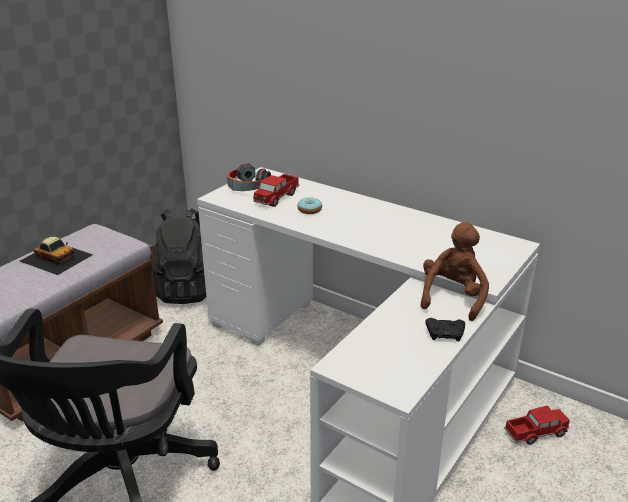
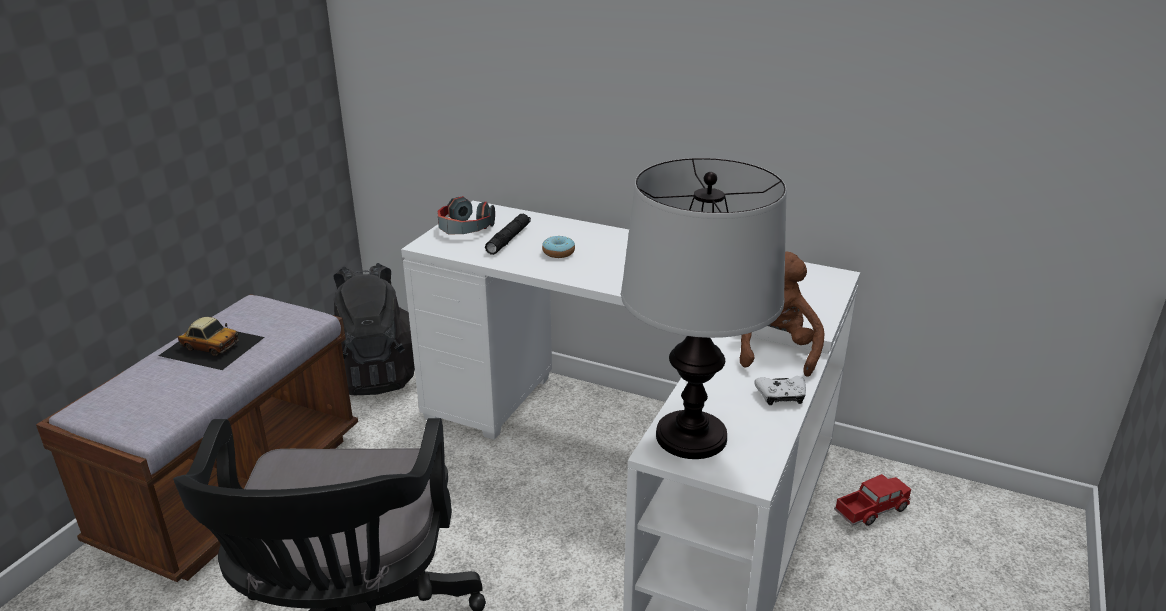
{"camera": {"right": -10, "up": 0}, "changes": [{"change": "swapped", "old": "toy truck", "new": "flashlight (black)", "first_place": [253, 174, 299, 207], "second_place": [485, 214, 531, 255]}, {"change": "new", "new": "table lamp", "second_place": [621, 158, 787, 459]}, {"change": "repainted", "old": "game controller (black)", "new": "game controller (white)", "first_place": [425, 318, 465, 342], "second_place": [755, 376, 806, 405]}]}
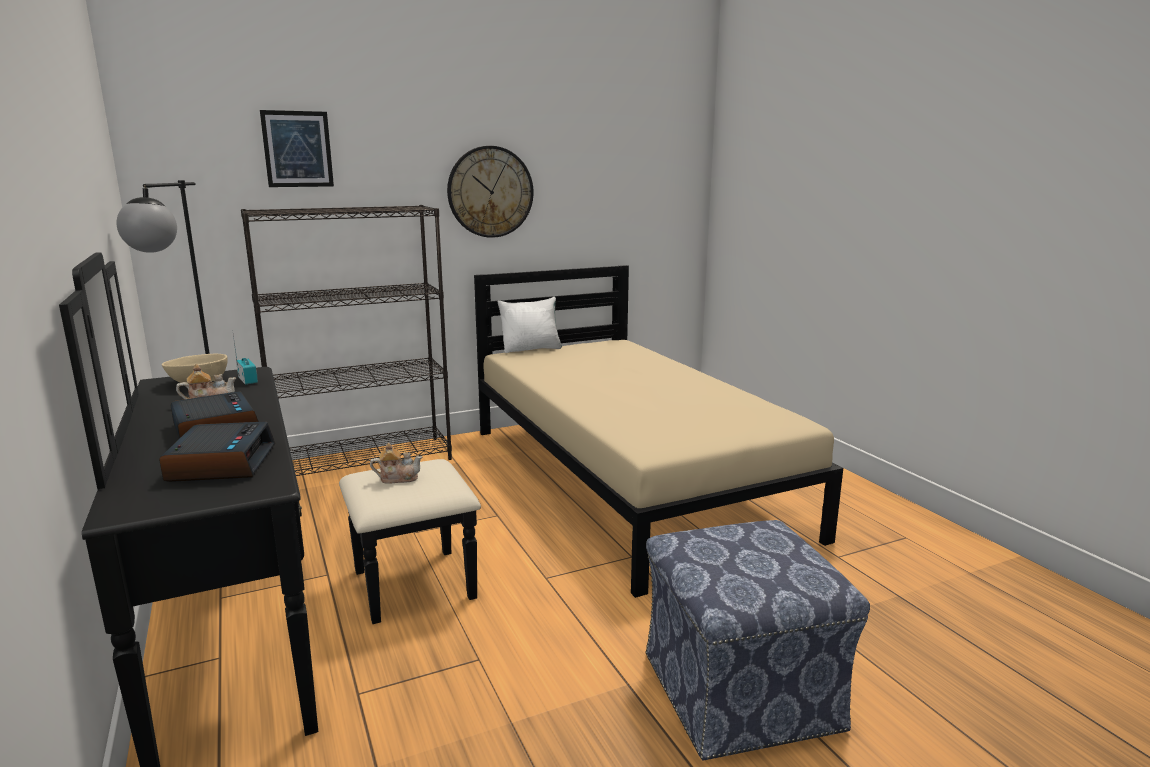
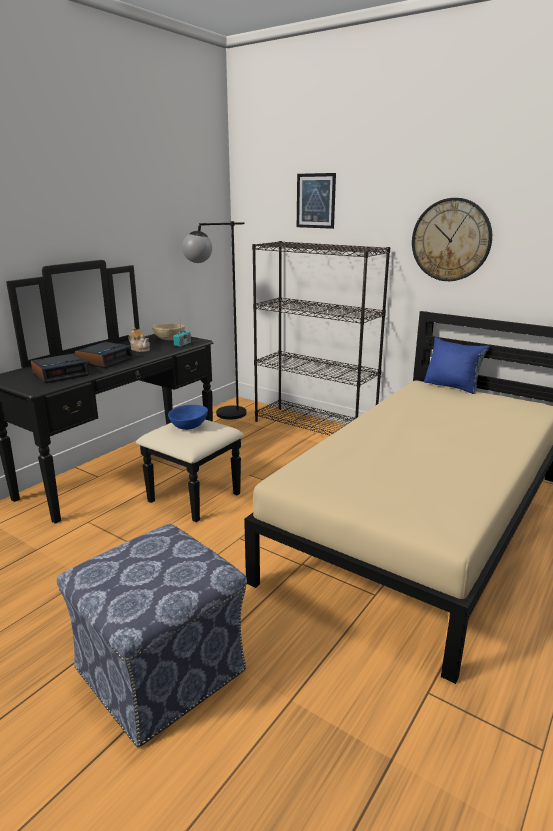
{"camera": {"right": 60, "up": 5}, "changes": [{"change": "swapped", "old": "teapot", "new": "bowl (blue)", "first_place": [370, 443, 422, 484], "second_place": [168, 405, 208, 430]}, {"change": "repainted", "old": "pillow (white)", "new": "pillow (blue)", "first_place": [498, 297, 562, 353], "second_place": [424, 337, 490, 394]}]}
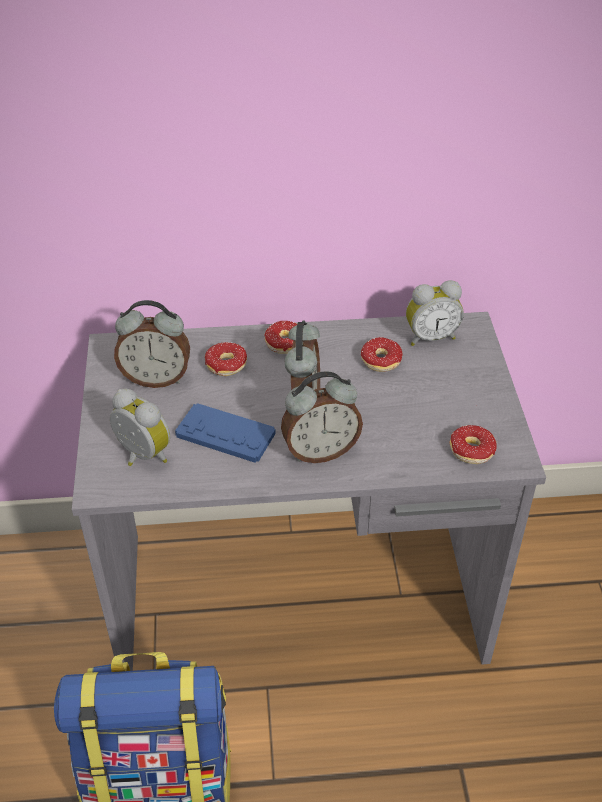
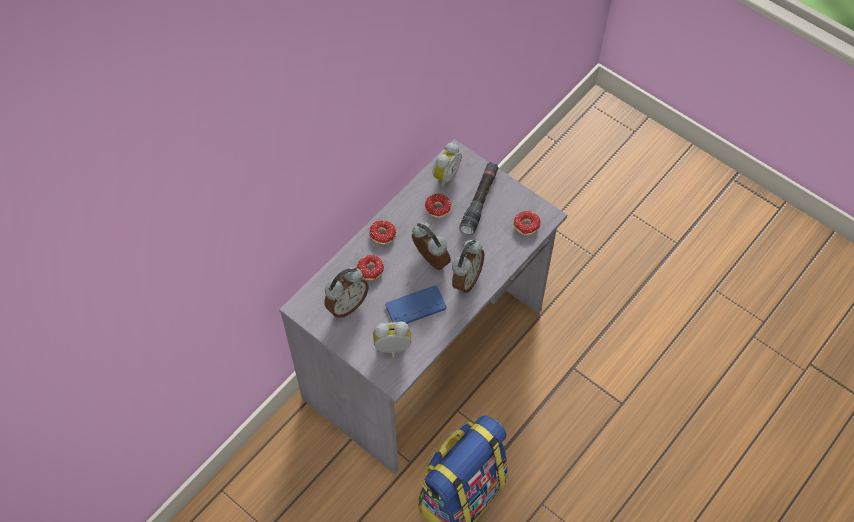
{"camera": {"right": -45, "up": 15}, "changes": [{"change": "new", "new": "flashlight (black)", "second_place": [459, 162, 498, 235]}]}
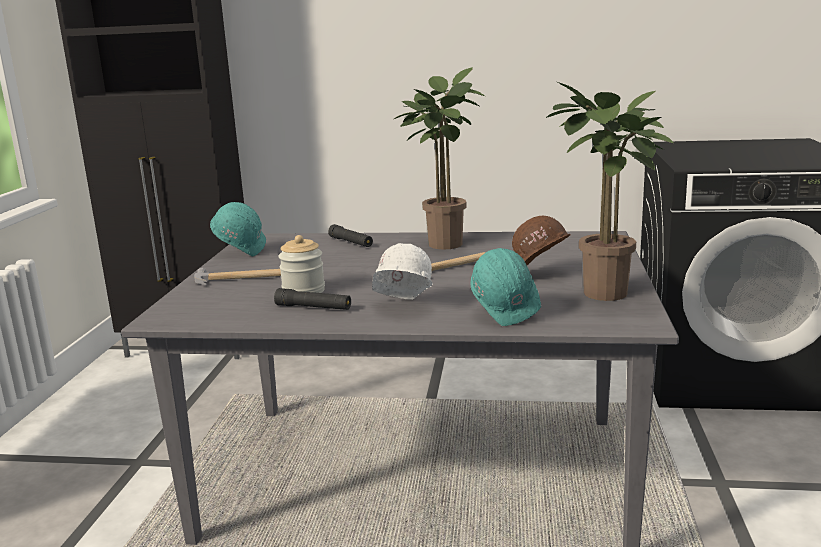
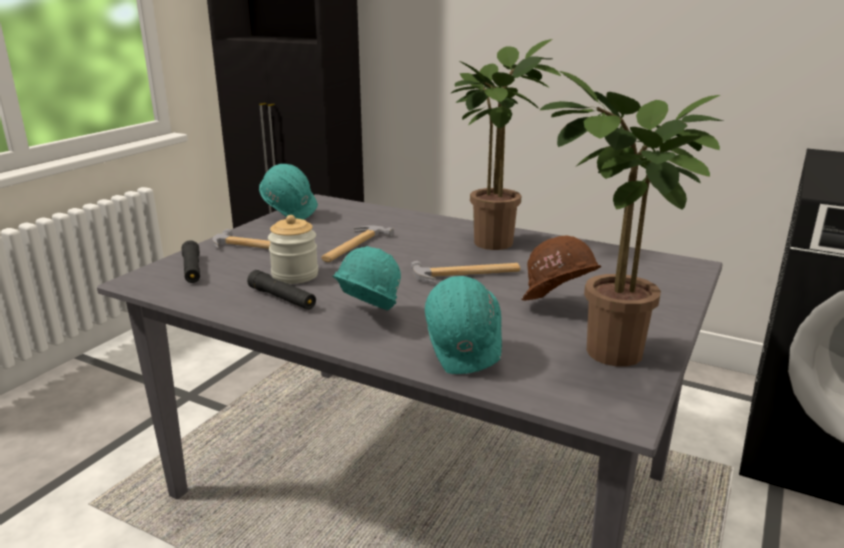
{"camera": {"right": 20, "up": 5}, "changes": [{"change": "shifted", "old": "flashlight (black)", "first_place": [328, 224, 373, 247], "second_place": [182, 240, 200, 283]}, {"change": "new", "new": "hammer", "second_place": [321, 225, 394, 262]}, {"change": "repainted", "old": "hard hat (white)", "new": "hard hat (turquoise)", "first_place": [372, 243, 433, 300], "second_place": [333, 246, 401, 311]}]}
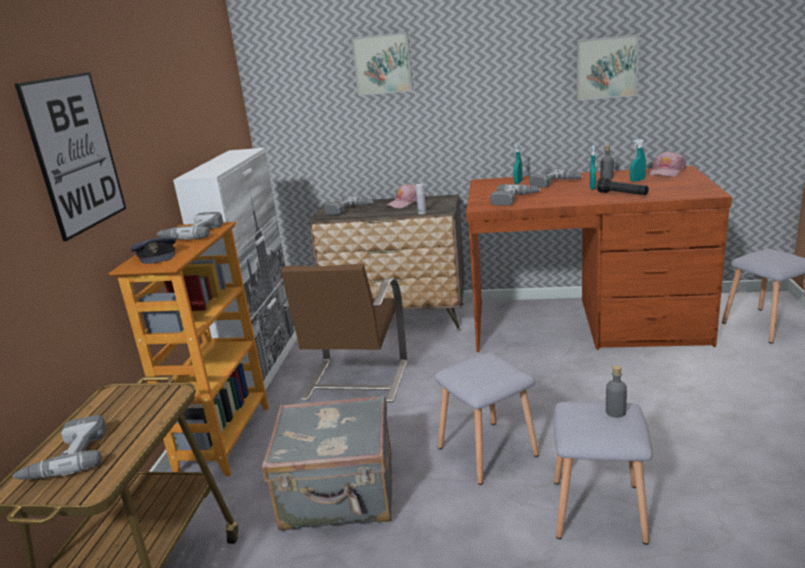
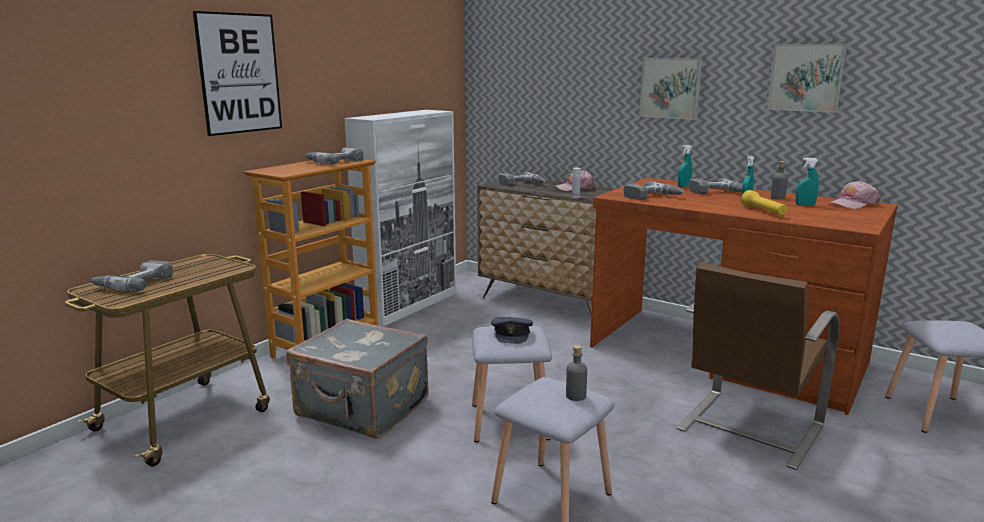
{"camera": {"right": 25, "up": -5}, "changes": [{"change": "shifted", "old": "cap (grey)", "first_place": [131, 237, 176, 264], "second_place": [491, 317, 533, 344]}, {"change": "shifted", "old": "picture", "first_place": [351, 32, 413, 96], "second_place": [639, 58, 702, 120]}, {"change": "shifted", "old": "chair (brown)", "first_place": [281, 264, 407, 402], "second_place": [676, 262, 840, 470]}, {"change": "repainted", "old": "flashlight (black)", "new": "flashlight (yellow)", "first_place": [597, 177, 649, 195], "second_place": [741, 190, 787, 215]}]}
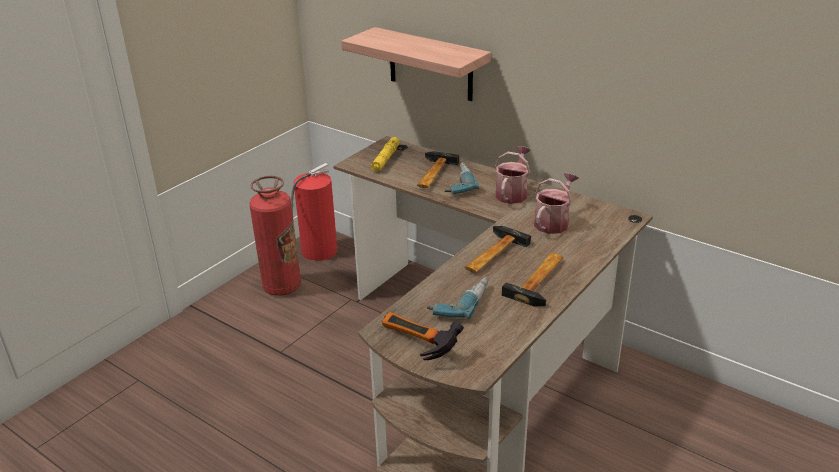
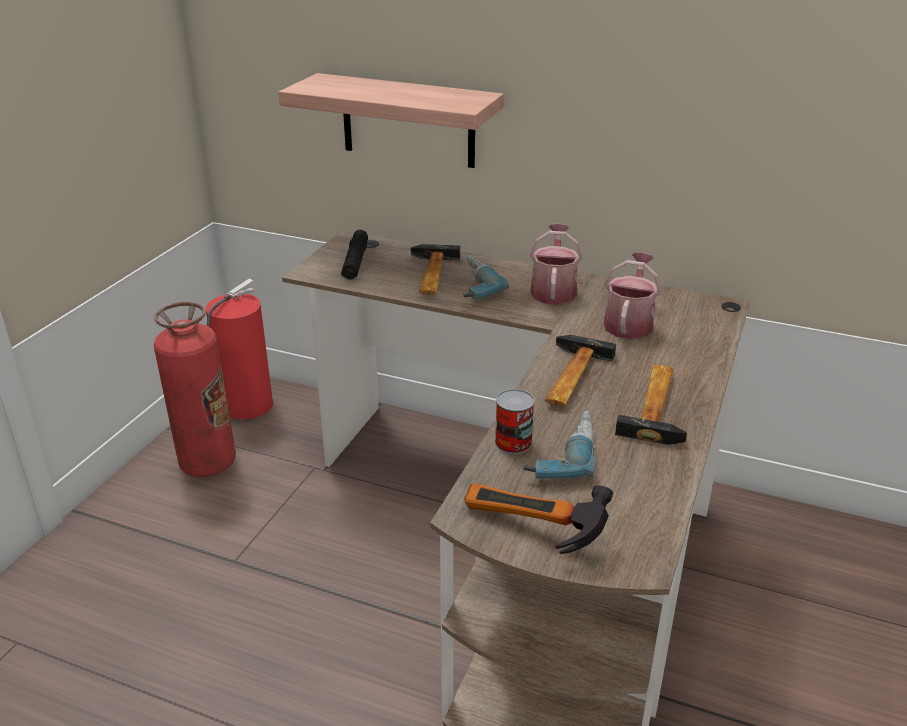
{"camera": {"right": -15, "up": 0}, "changes": [{"change": "repainted", "old": "flashlight (yellow)", "new": "flashlight (black)", "first_place": [370, 137, 400, 172], "second_place": [341, 229, 368, 279]}, {"change": "new", "new": "can", "second_place": [495, 389, 535, 454]}]}
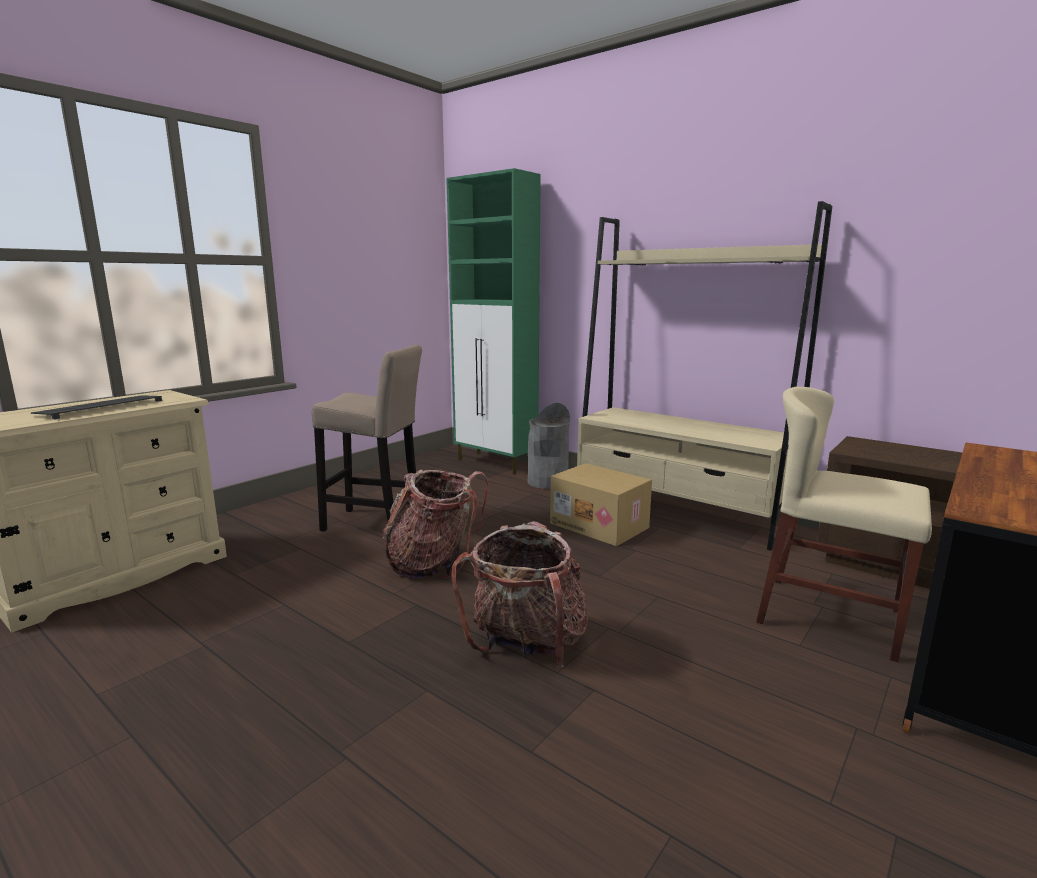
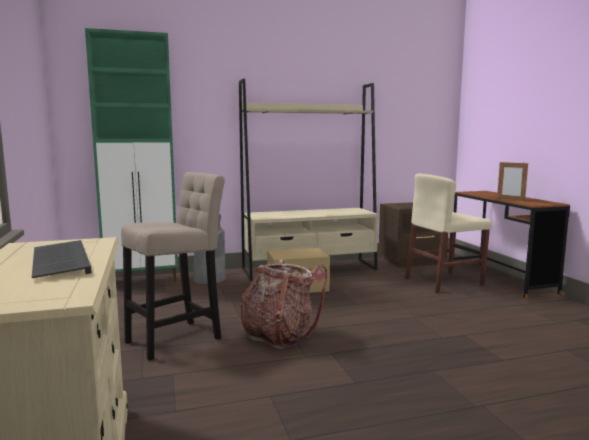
{"camera": {"right": -55, "up": -5}, "changes": [{"change": "new", "new": "picture frame", "second_place": [497, 161, 528, 201]}, {"change": "gone", "old": "backpack", "first_place": [451, 521, 588, 667]}]}
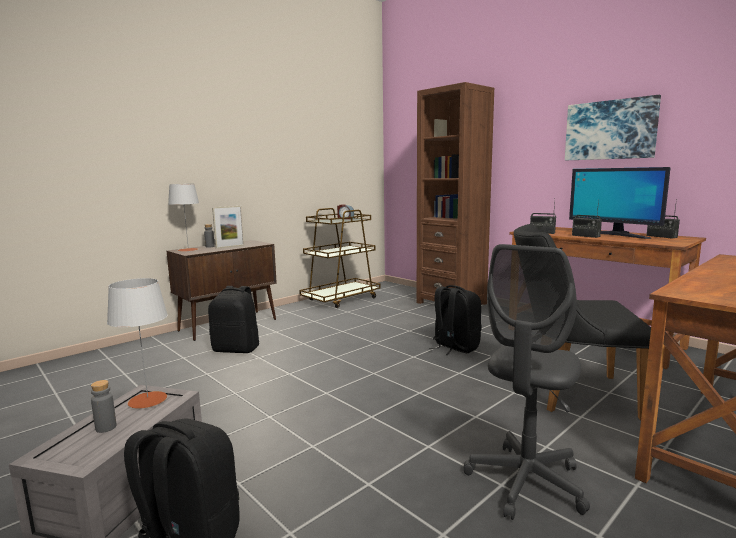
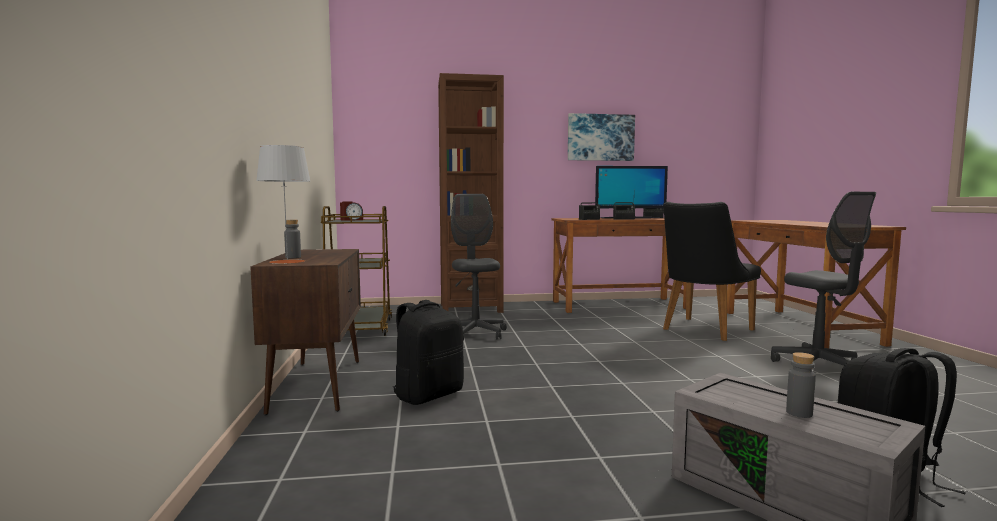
{"camera": {"right": -55, "up": -5}, "changes": [{"change": "new", "new": "office chair (grey)", "second_place": [451, 194, 507, 341]}, {"change": "gone", "old": "table lamp (grey)", "first_place": [107, 278, 168, 409]}, {"change": "gone", "old": "picture frame", "first_place": [212, 206, 244, 249]}, {"change": "gone", "old": "backpack (black)", "first_place": [429, 285, 482, 355]}]}
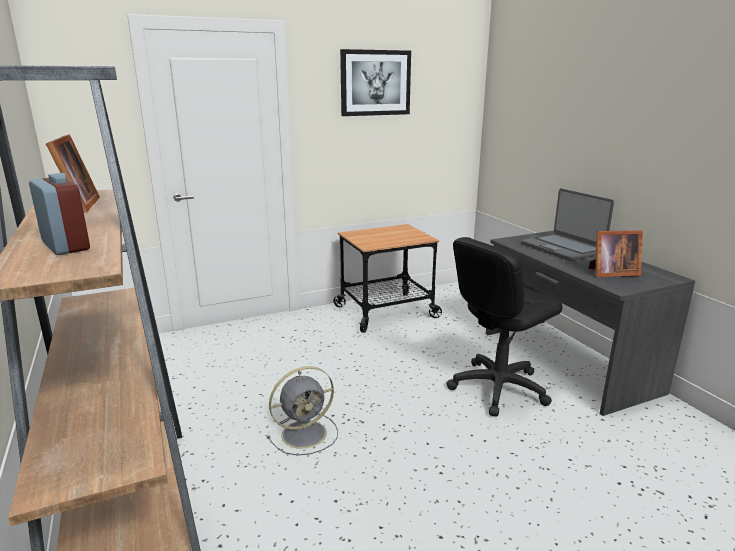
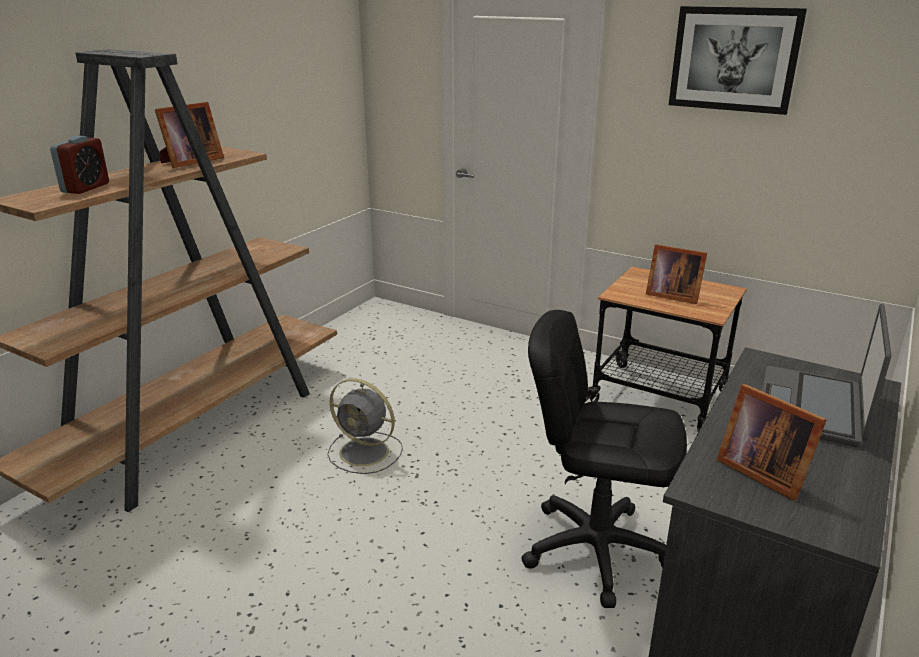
{"camera": {"right": 55, "up": 5}, "changes": [{"change": "new", "new": "picture frame", "second_place": [646, 244, 707, 304]}]}
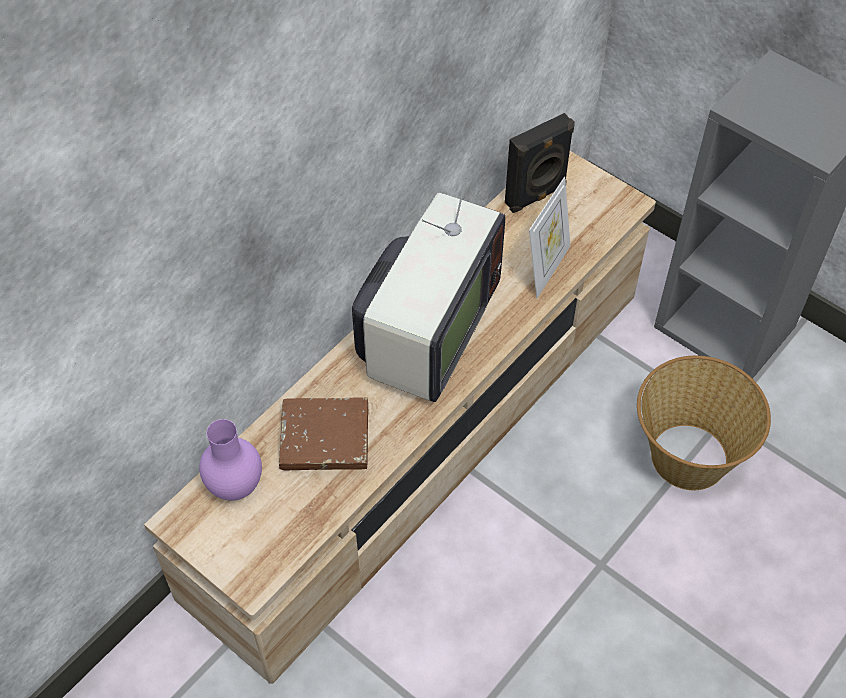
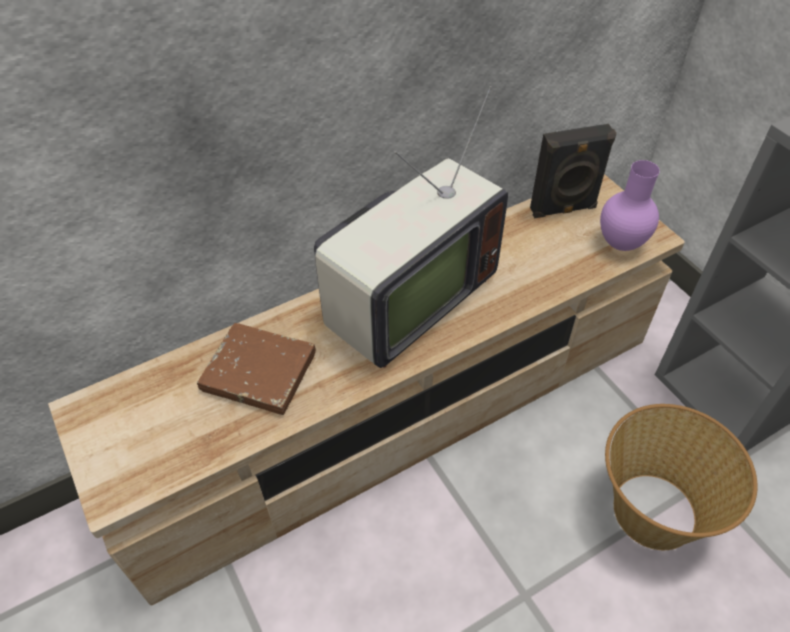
{"camera": {"right": 20, "up": -5}, "changes": [{"change": "shifted", "old": "vase (purple)", "first_place": [199, 419, 262, 501], "second_place": [600, 160, 660, 251]}, {"change": "gone", "old": "picture frame", "first_place": [529, 177, 570, 298]}]}
